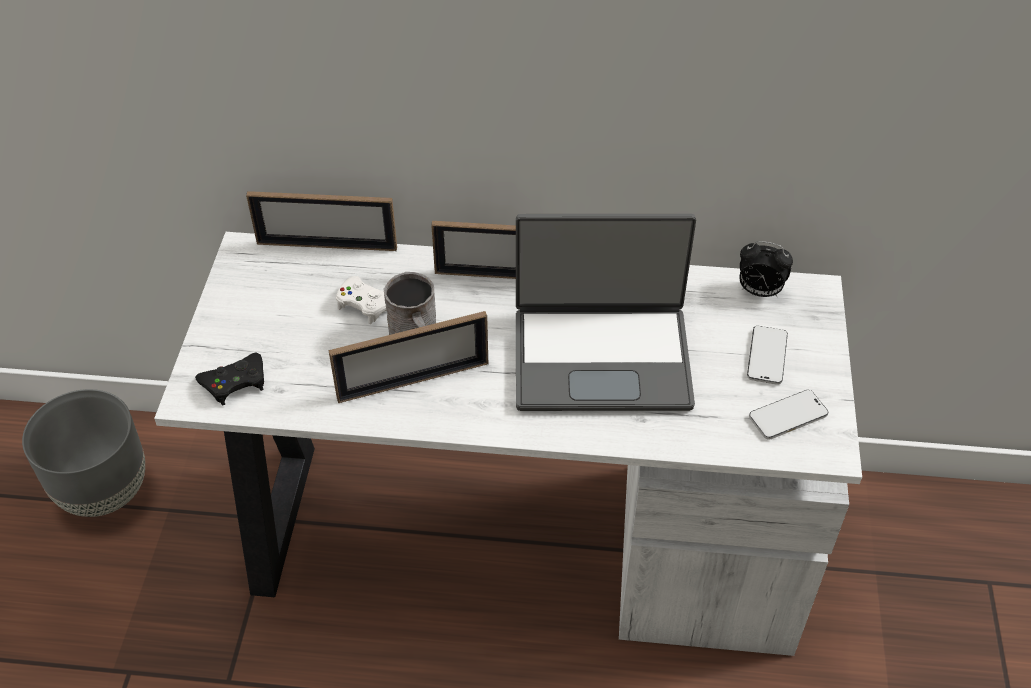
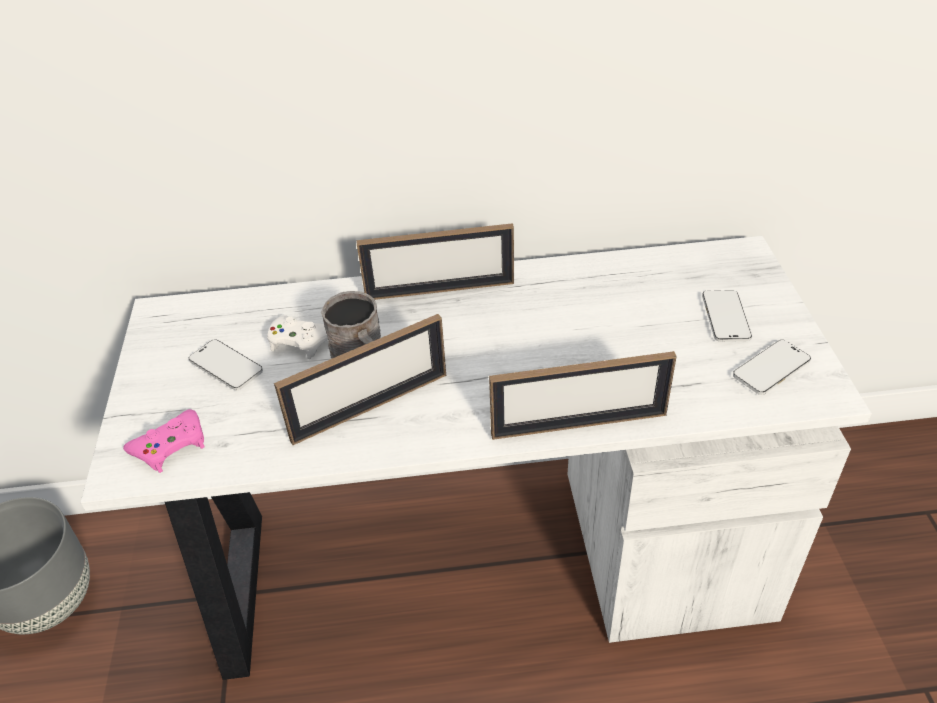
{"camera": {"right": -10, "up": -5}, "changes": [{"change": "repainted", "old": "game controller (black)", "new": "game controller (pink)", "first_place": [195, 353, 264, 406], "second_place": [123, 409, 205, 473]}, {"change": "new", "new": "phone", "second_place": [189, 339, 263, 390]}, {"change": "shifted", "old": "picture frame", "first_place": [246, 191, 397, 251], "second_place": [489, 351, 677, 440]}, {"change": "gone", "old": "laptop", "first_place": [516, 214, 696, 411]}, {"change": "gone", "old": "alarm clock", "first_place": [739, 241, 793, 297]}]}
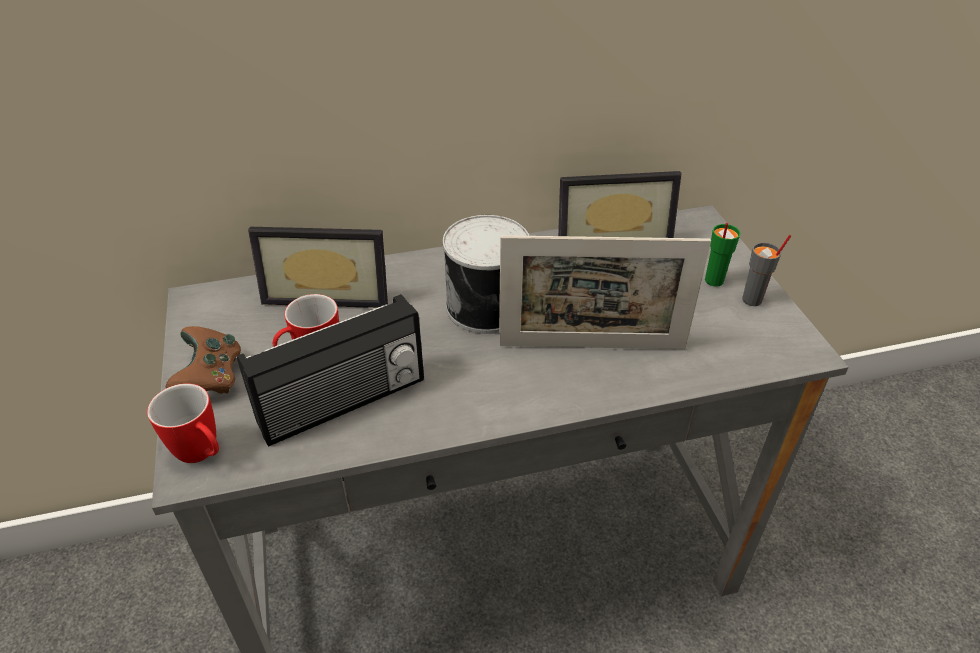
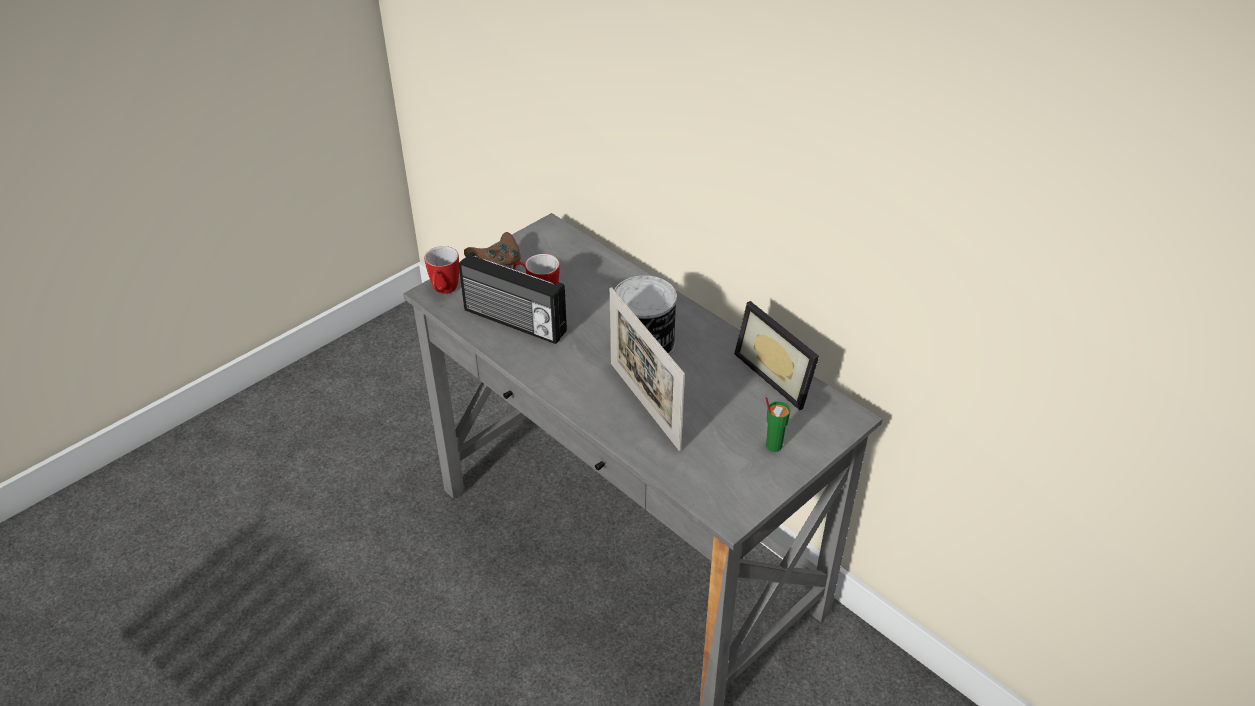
{"camera": {"right": 60, "up": 0}, "changes": [{"change": "gone", "old": "picture frame", "first_place": [248, 227, 388, 308]}, {"change": "gone", "old": "cup (grey)", "first_place": [742, 235, 791, 306]}]}
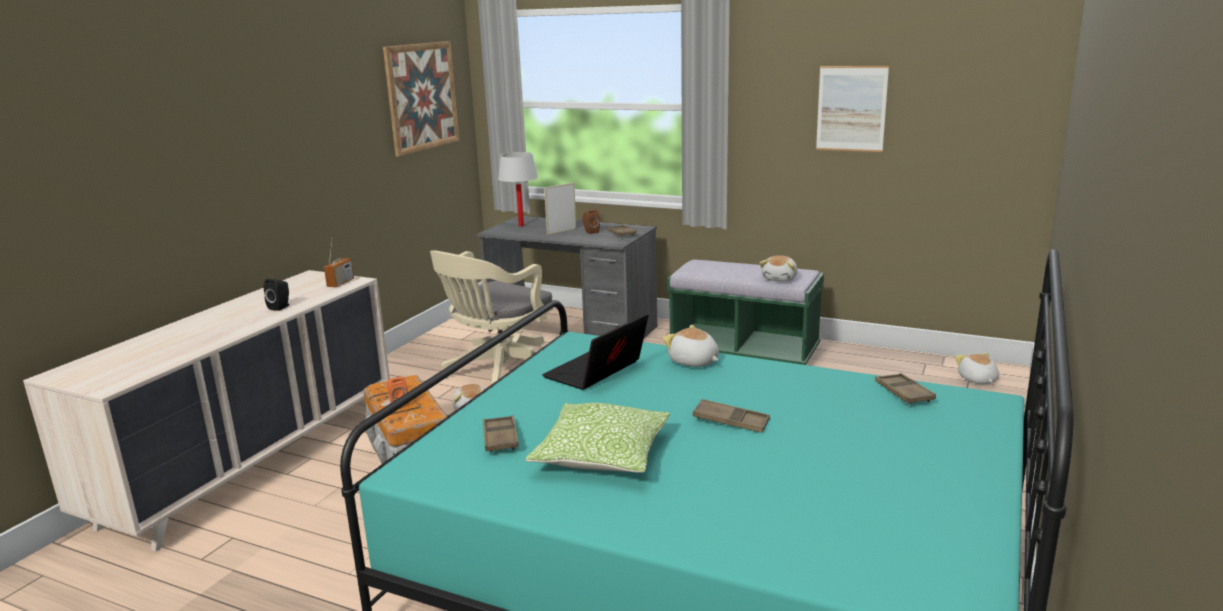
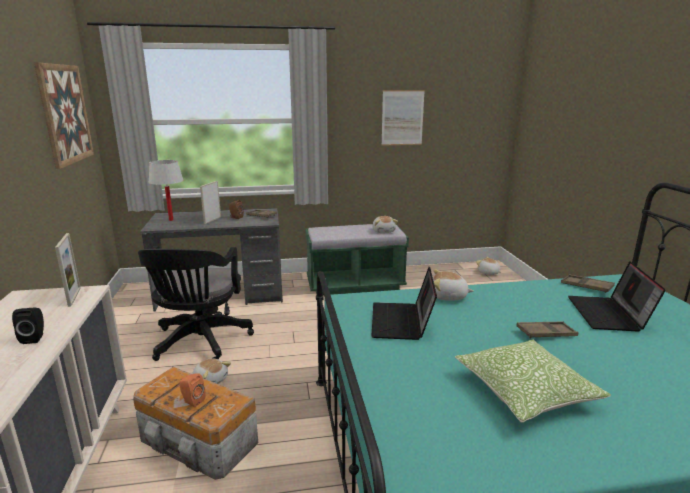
{"camera": {"right": -35, "up": 0}, "changes": [{"change": "swapped", "old": "radio", "new": "picture frame", "first_place": [324, 238, 354, 288], "second_place": [55, 233, 81, 307]}, {"change": "repainted", "old": "office chair (beige)", "new": "office chair (black)", "first_place": [430, 250, 554, 384], "second_place": [138, 246, 254, 361]}, {"change": "new", "new": "laptop", "second_place": [568, 261, 666, 332]}, {"change": "gone", "old": "tray (brown)", "first_place": [483, 415, 519, 453]}]}
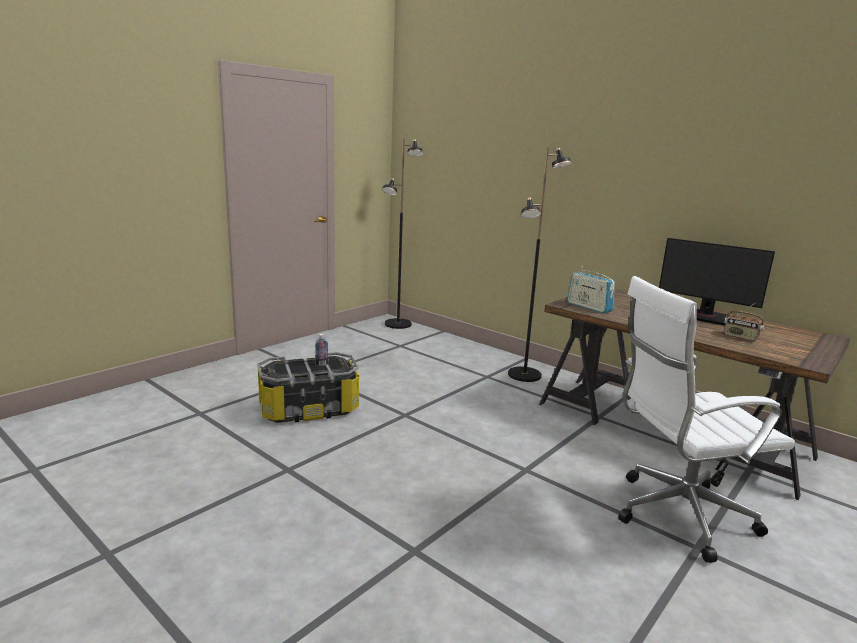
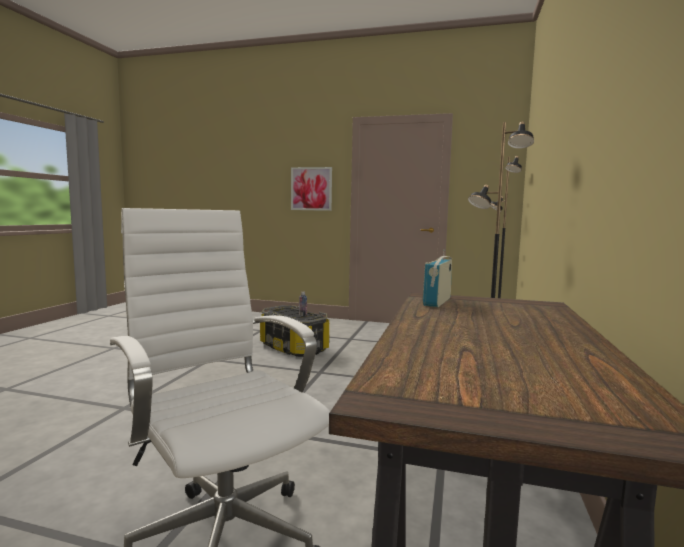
{"camera": {"right": 65, "up": -10}, "changes": [{"change": "new", "new": "picture", "second_place": [291, 167, 332, 211]}, {"change": "gone", "old": "monitor", "first_place": [659, 238, 775, 326]}, {"change": "gone", "old": "radio", "first_place": [724, 303, 764, 341]}]}
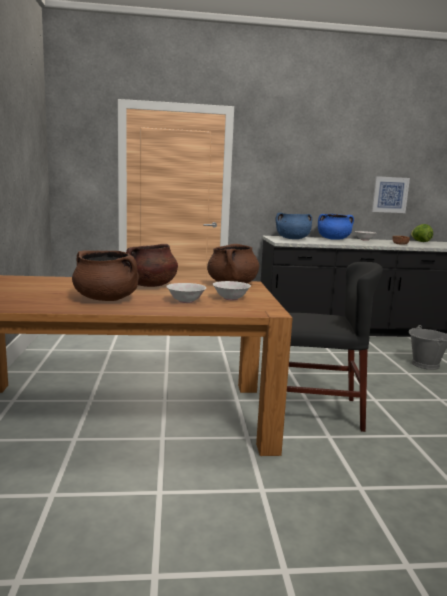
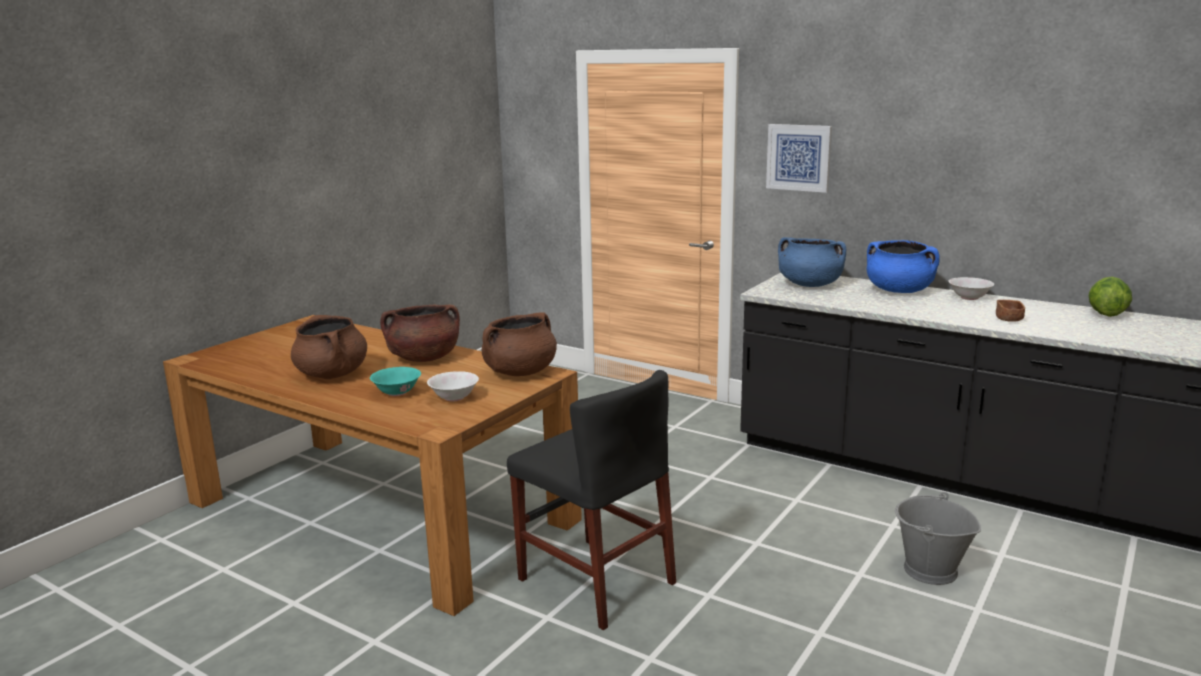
{"camera": {"right": 40, "up": 5}, "changes": [{"change": "repainted", "old": "bowl (white)", "new": "bowl (turquoise)", "first_place": [166, 283, 207, 303], "second_place": [370, 367, 421, 396]}, {"change": "shifted", "old": "picture", "first_place": [372, 176, 410, 213], "second_place": [766, 124, 832, 193]}]}
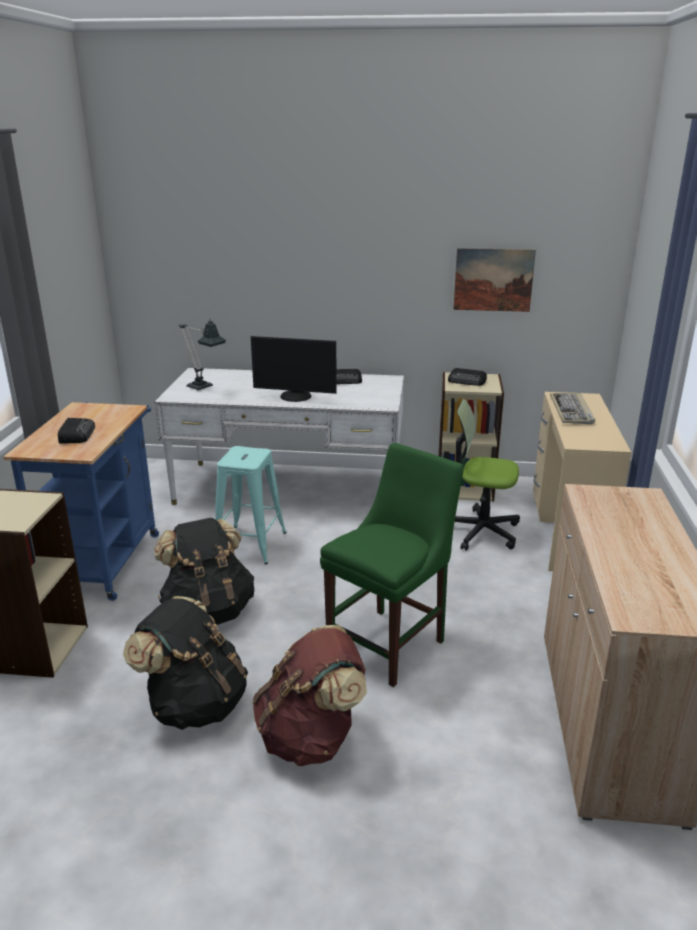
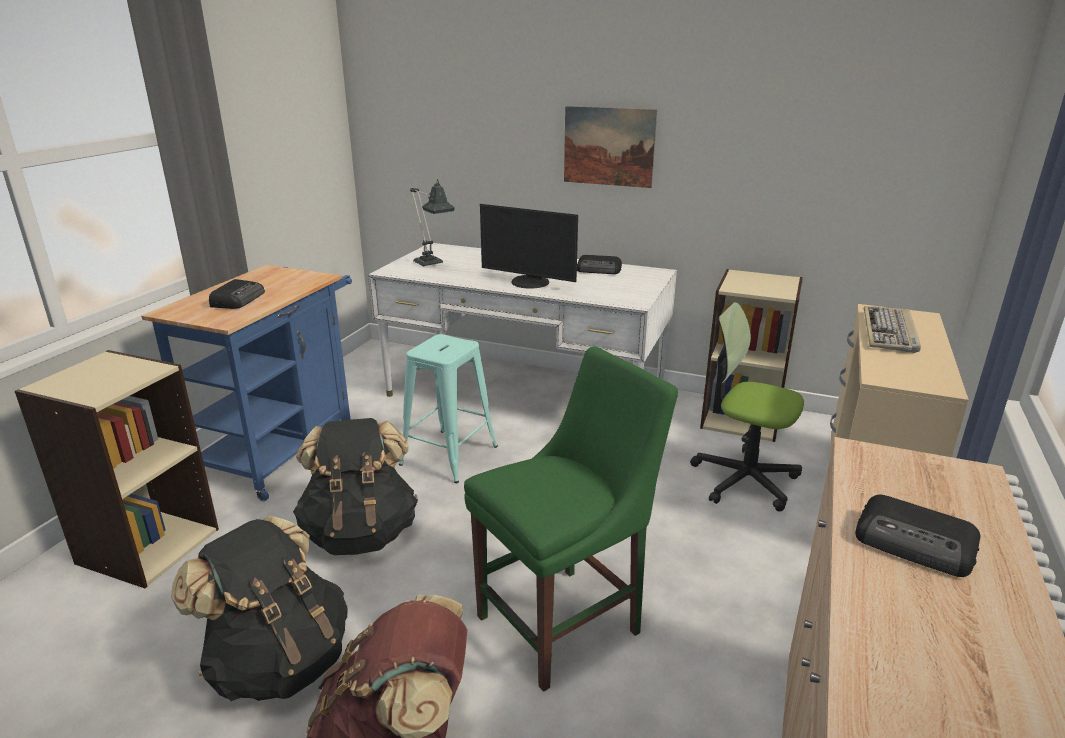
{"camera": {"right": 15, "up": 0}, "changes": [{"change": "shifted", "old": "picture", "first_place": [453, 248, 536, 312], "second_place": [564, 106, 657, 188]}, {"change": "shifted", "old": "radio", "first_place": [448, 368, 487, 386], "second_place": [855, 495, 980, 577]}]}
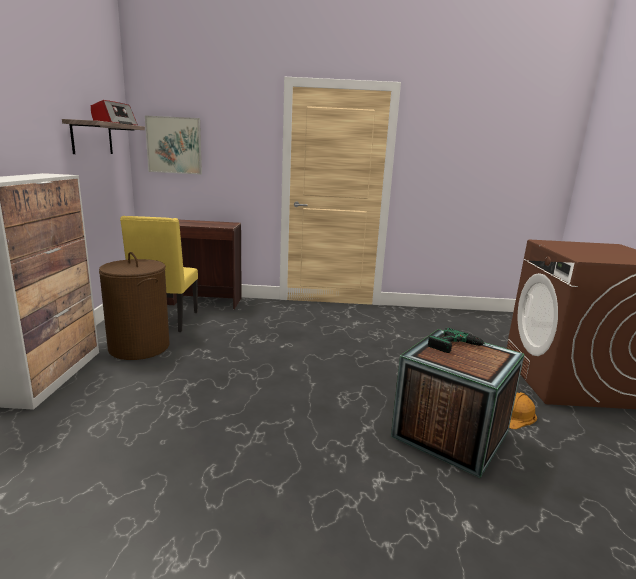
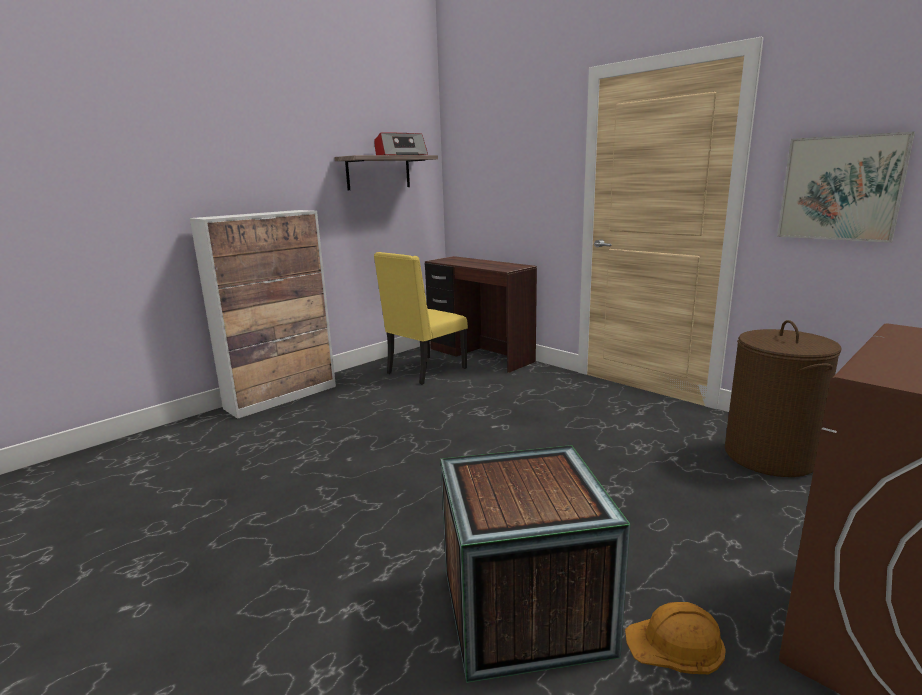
{"camera": {"right": 45, "up": 0}, "changes": [{"change": "shifted", "old": "laundry basket (brown)", "first_place": [99, 252, 170, 360], "second_place": [725, 320, 842, 477]}, {"change": "shifted", "old": "picture", "first_place": [145, 115, 202, 174], "second_place": [777, 131, 915, 243]}, {"change": "gone", "old": "power drill", "first_place": [428, 328, 493, 353]}]}
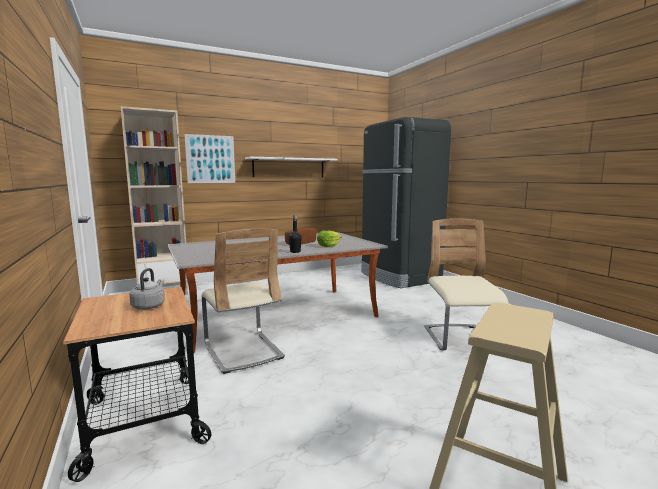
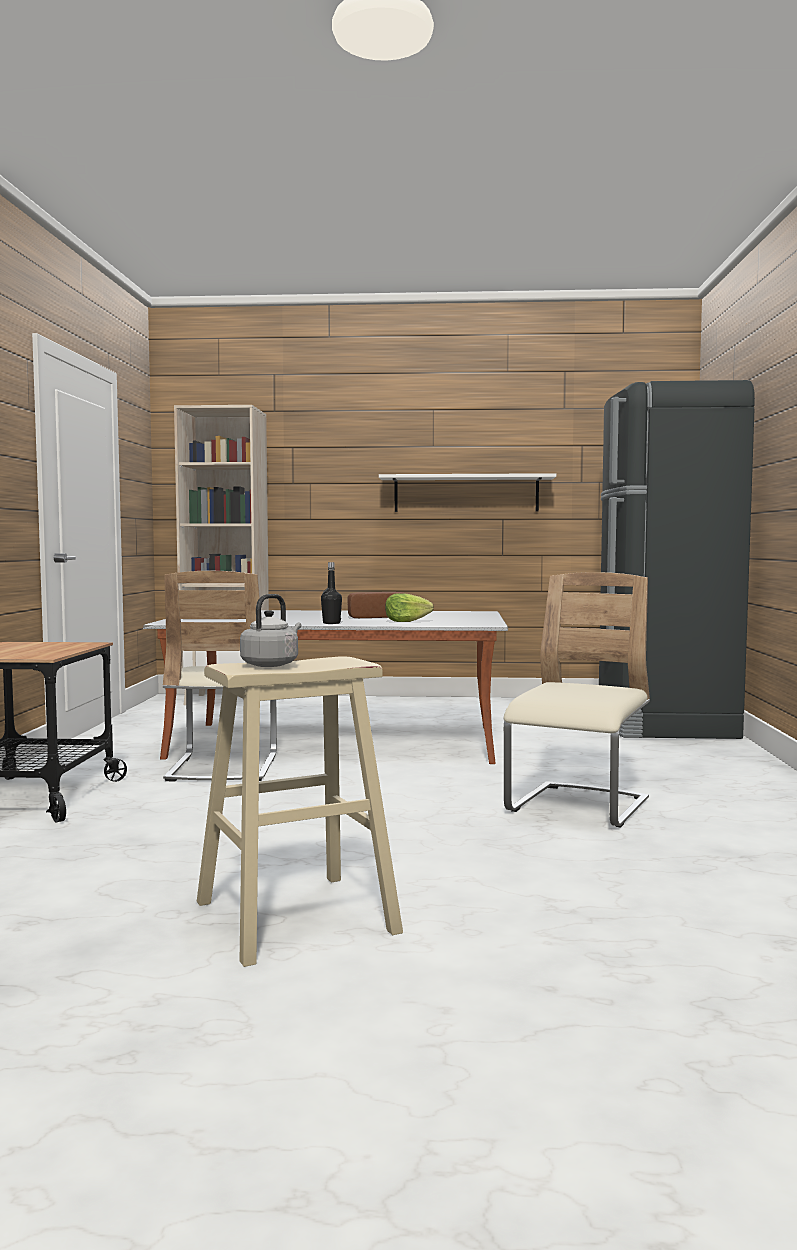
{"camera": {"right": 30, "up": -5}, "changes": [{"change": "shifted", "old": "kettle (grey)", "first_place": [129, 268, 165, 309], "second_place": [240, 594, 301, 667]}, {"change": "gone", "old": "picture", "first_place": [184, 134, 235, 183]}]}
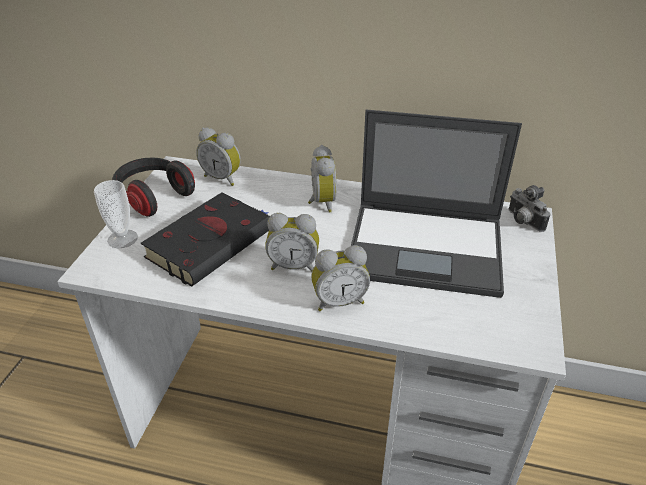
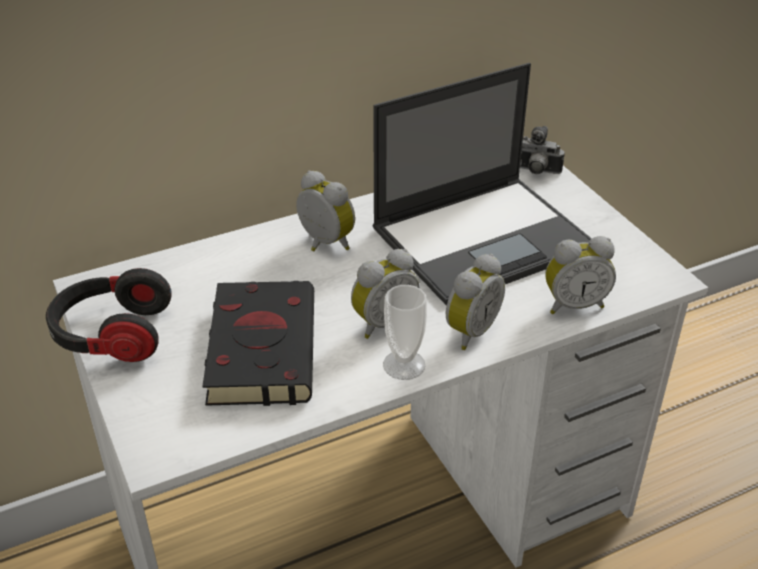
{"camera": {"right": -40, "up": 0}, "changes": [{"change": "shifted", "old": "cup", "first_place": [94, 180, 138, 248], "second_place": [383, 285, 427, 380]}, {"change": "shifted", "old": "alarm clock", "first_place": [196, 127, 241, 186], "second_place": [545, 236, 616, 314]}]}
